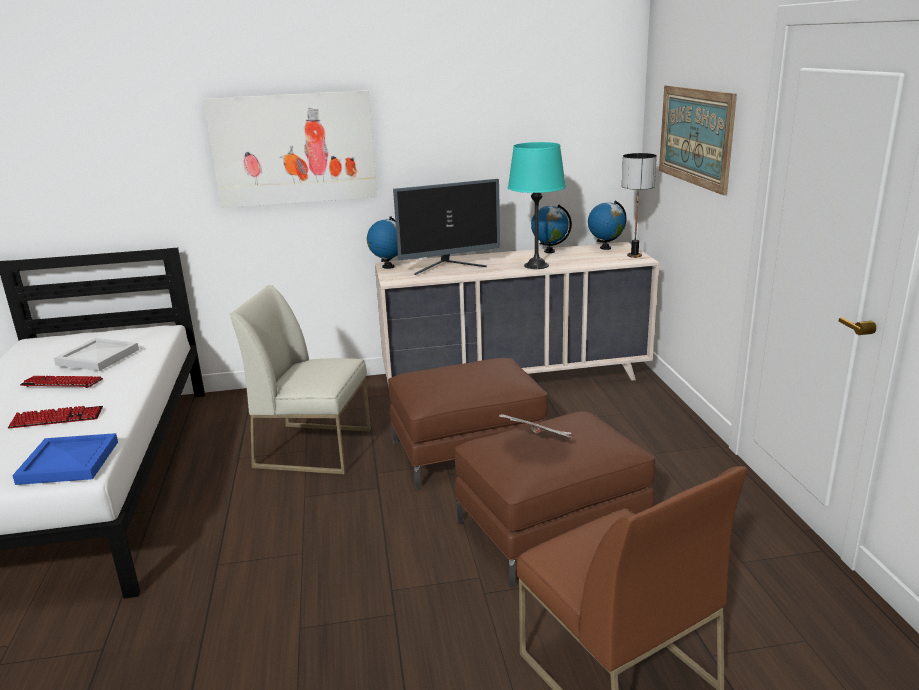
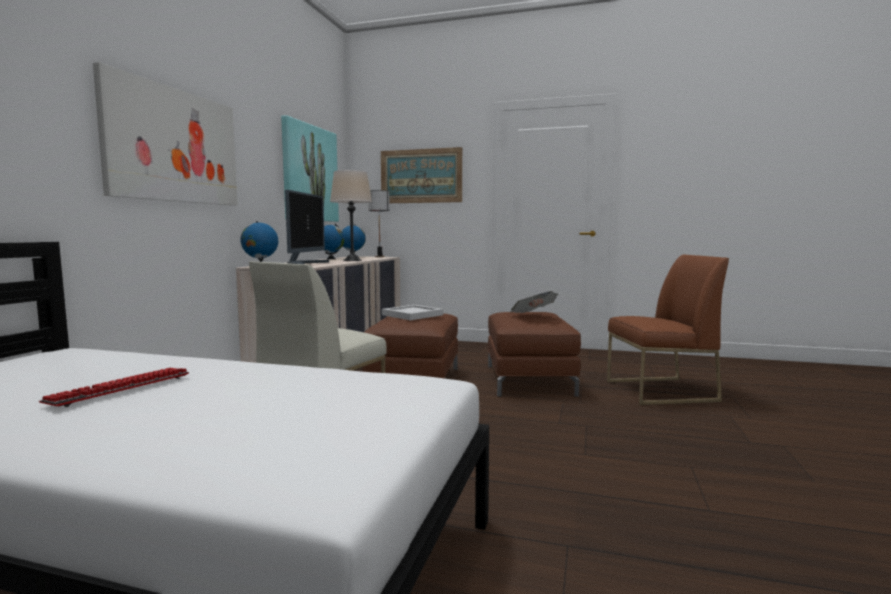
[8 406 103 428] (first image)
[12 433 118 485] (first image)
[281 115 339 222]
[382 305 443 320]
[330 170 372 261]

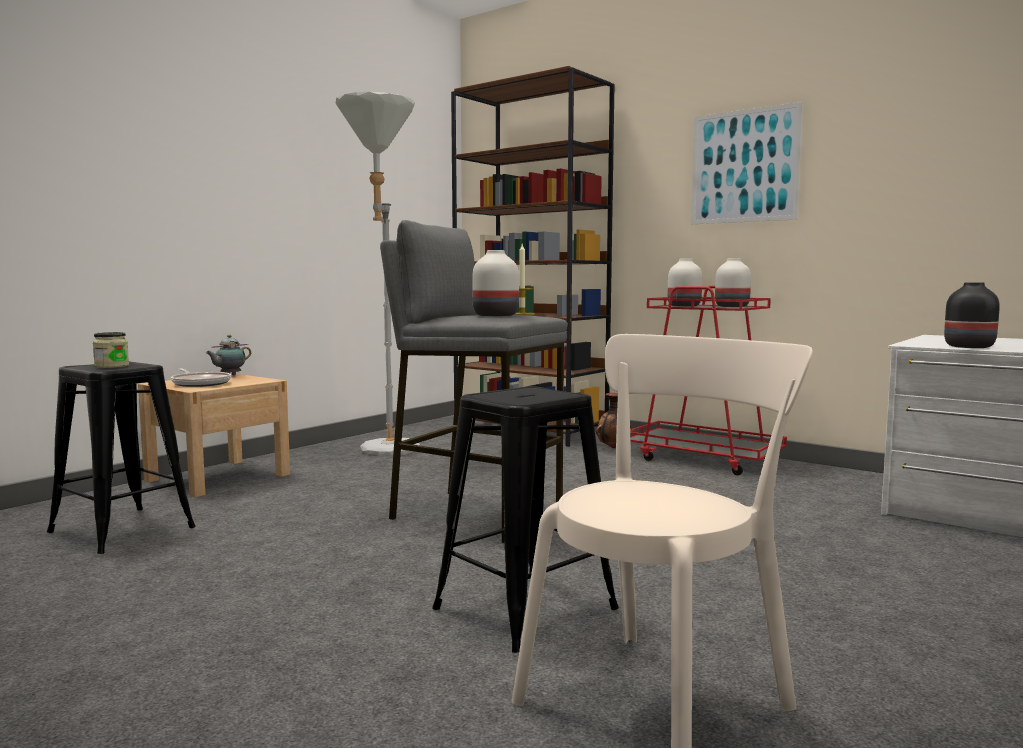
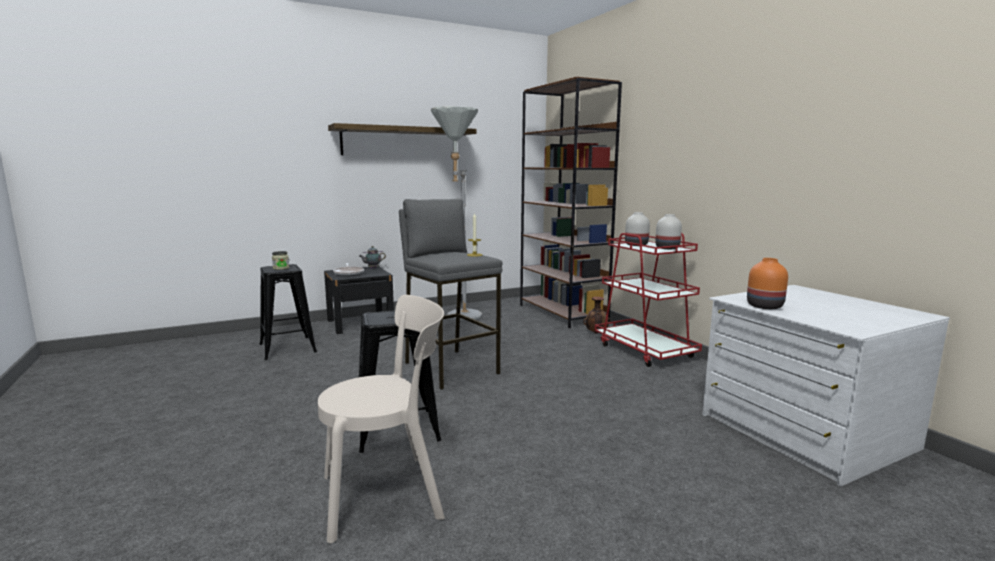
[472 250 519 317] (first image)
[691 102 803 224] (first image)
[328 123 477 155]
[324 266 394 334]
[747 258 788 309]

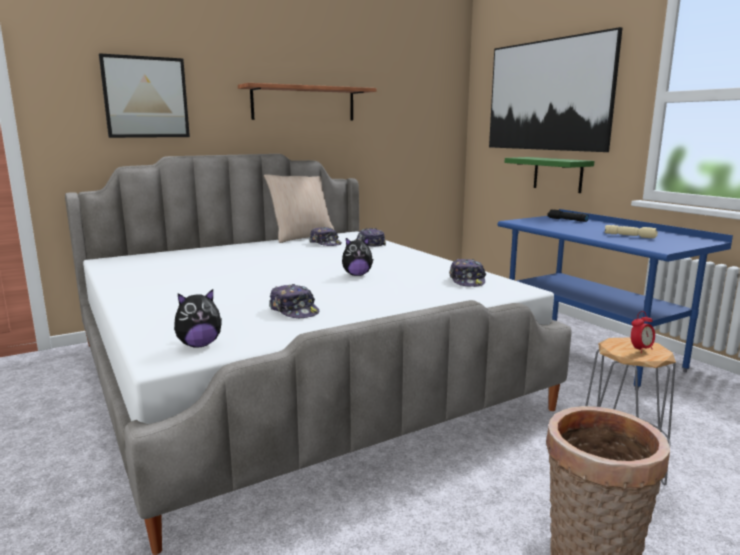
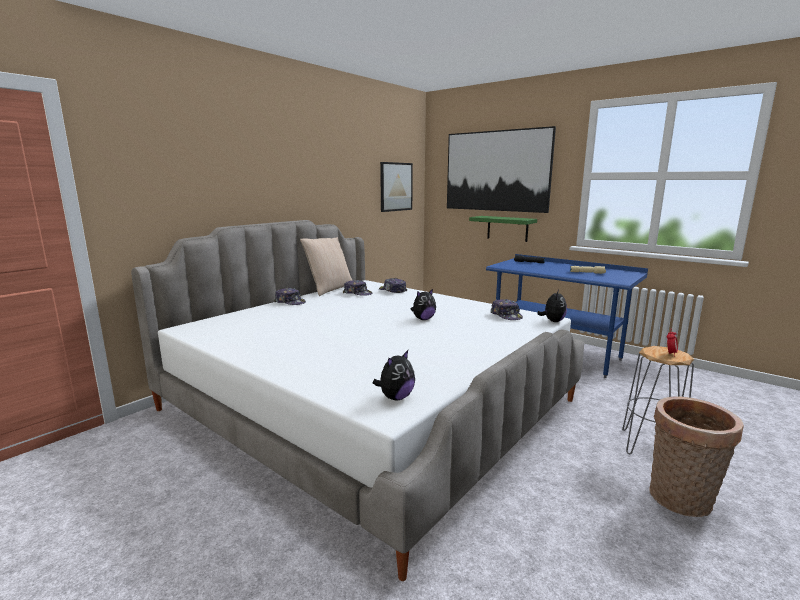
[238 83 376 121] (first image)
[537 290 567 322]
[380 162 413 212]
[274 288 306 305]

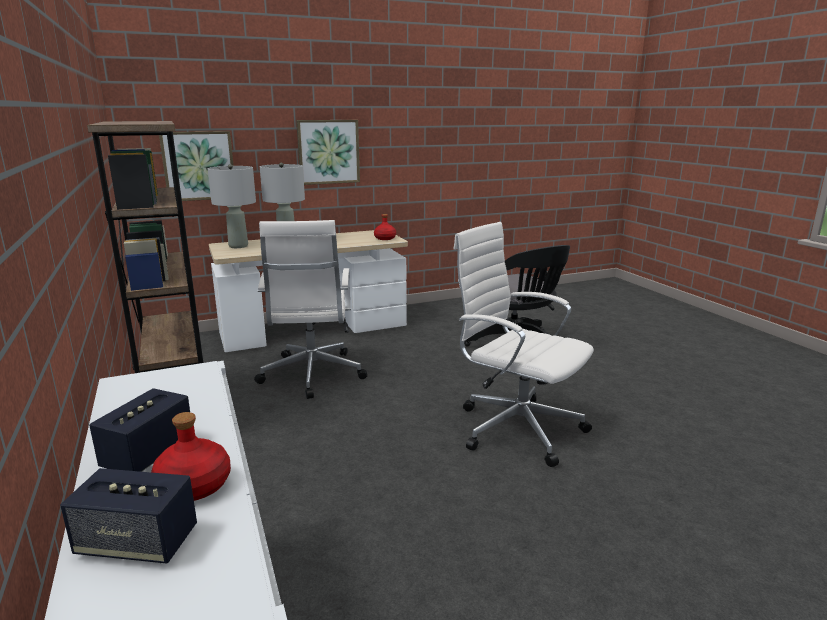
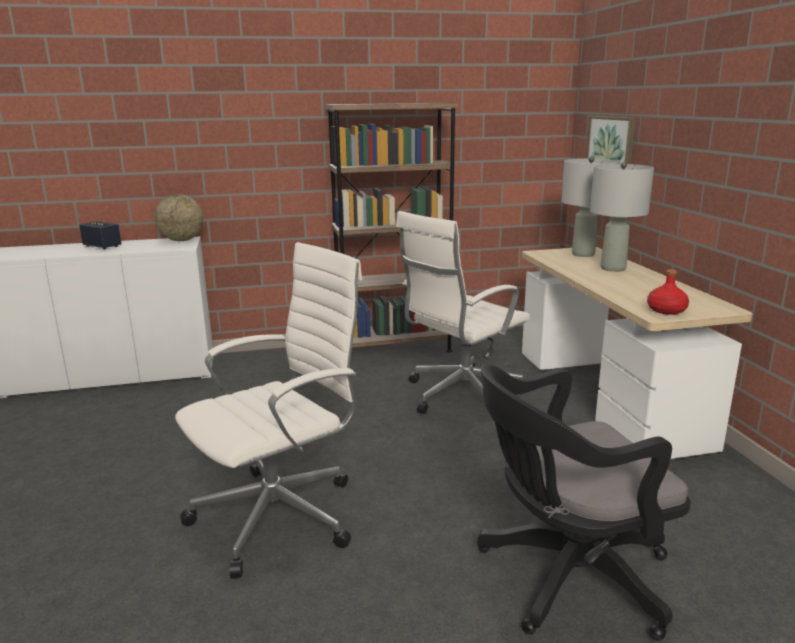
[60 468 197 564] (first image)
[151 412 231 501] (first image)
[296 120 360 185] (first image)
[154 194 203 241]
[396 211 530 419]

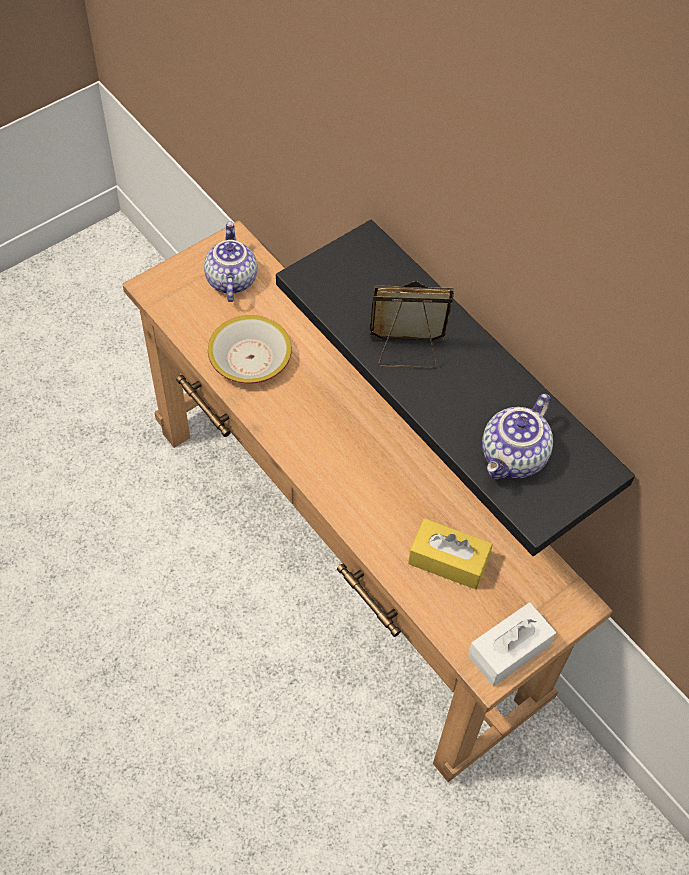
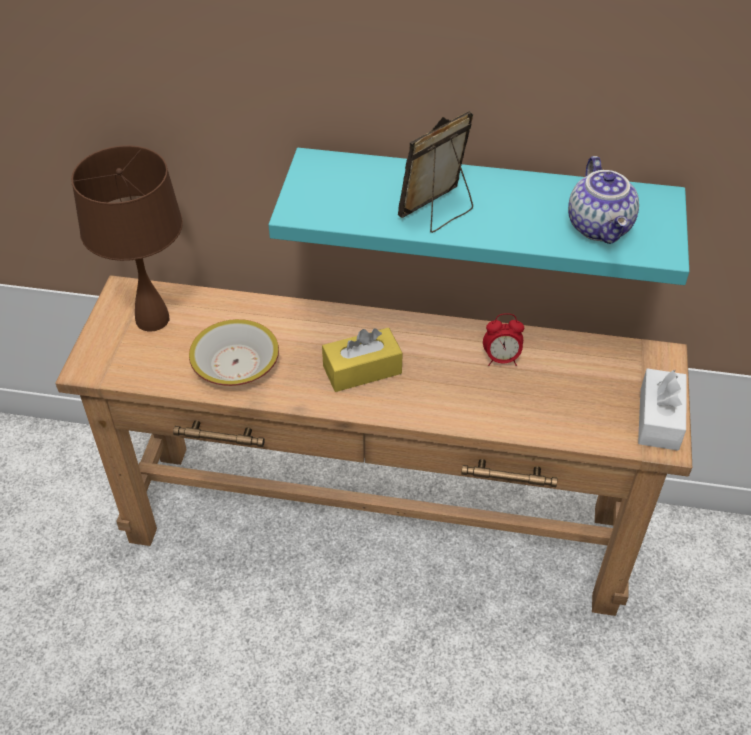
[483 313 524 366]
[322 328 403 392]
[71 145 183 332]
[268 148 689 285]

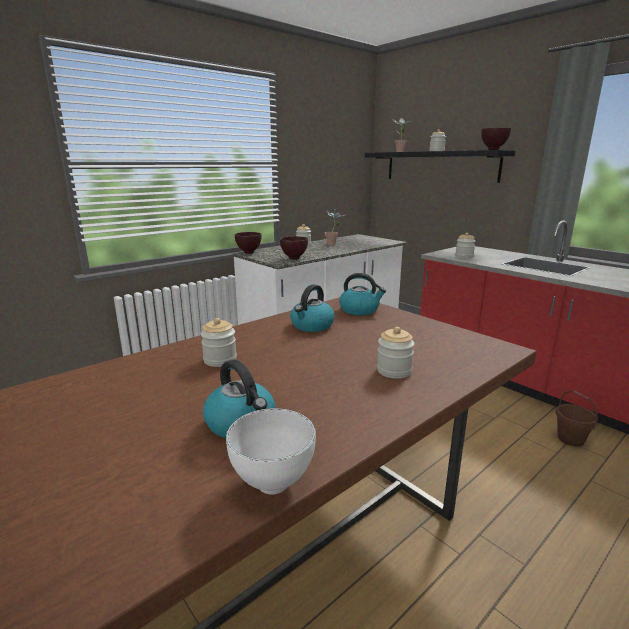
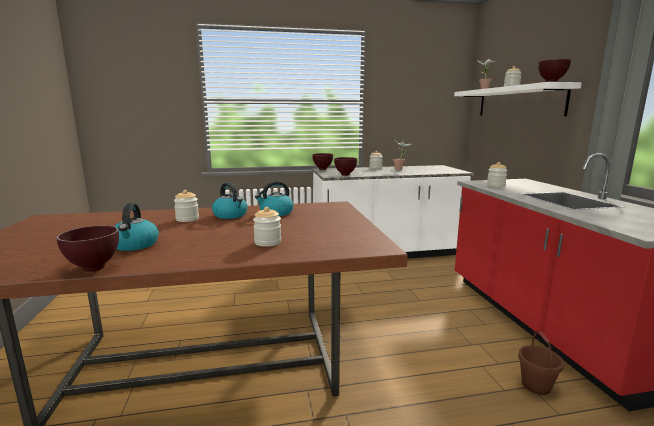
[212 183 248 219]
[56 225 119 272]
[454 82 582 116]

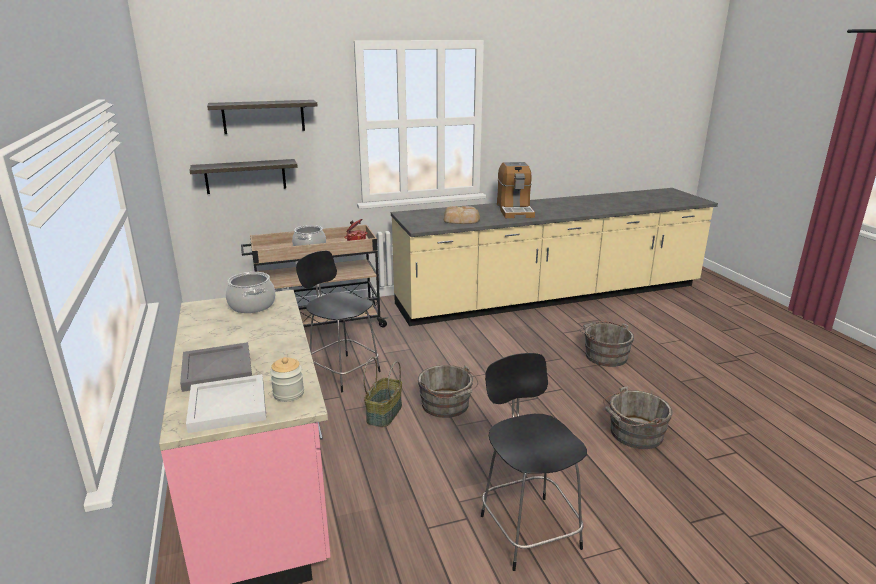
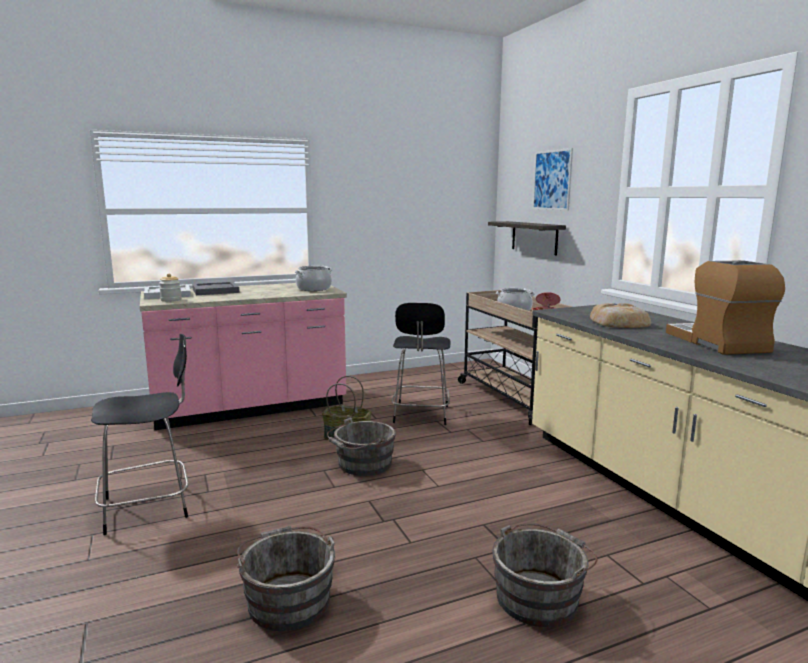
[532 148 573 210]
[391 303 451 425]
[666 260 785 355]

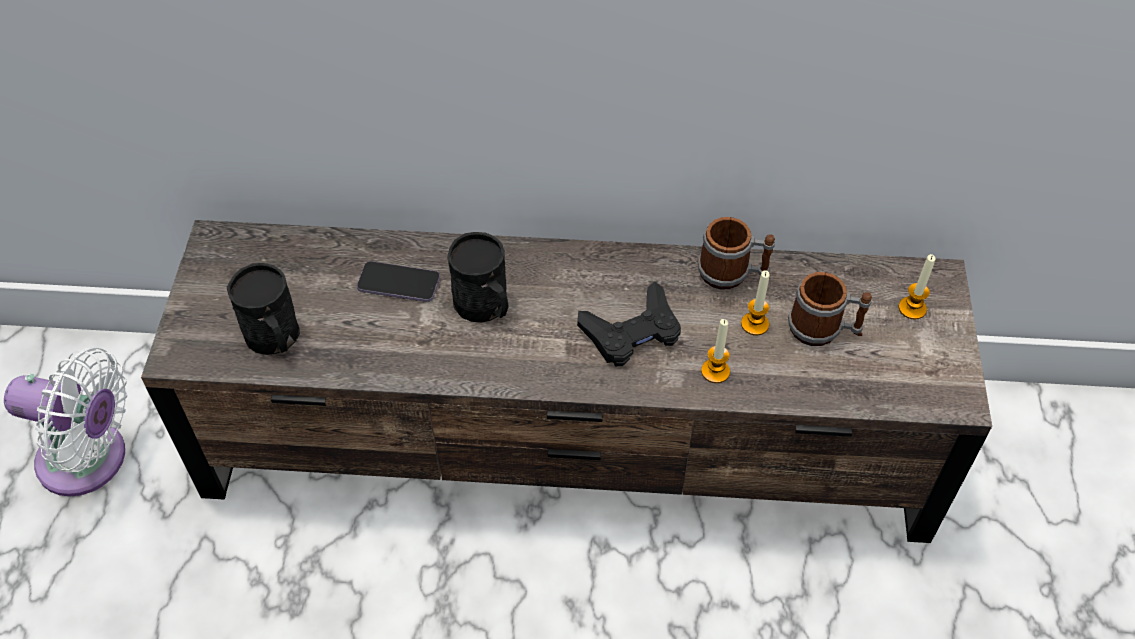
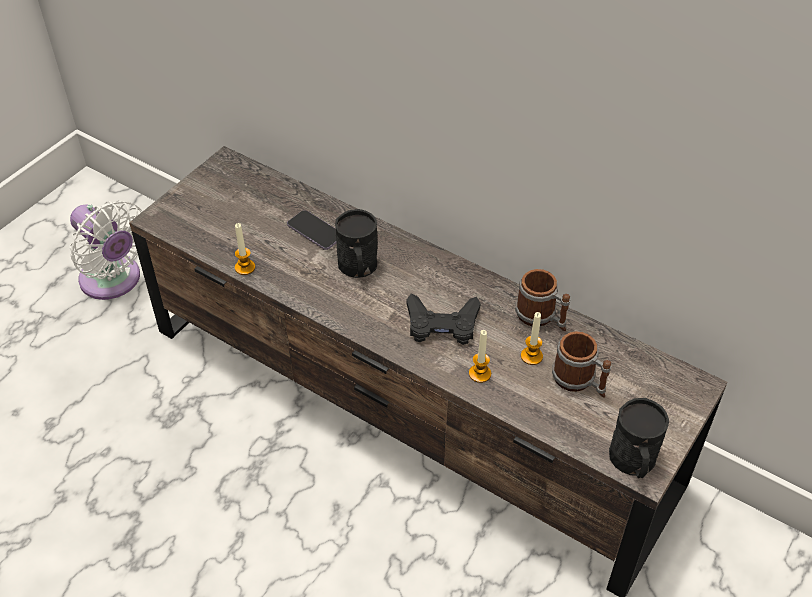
[609 398 669 478]
[235 223 255 275]

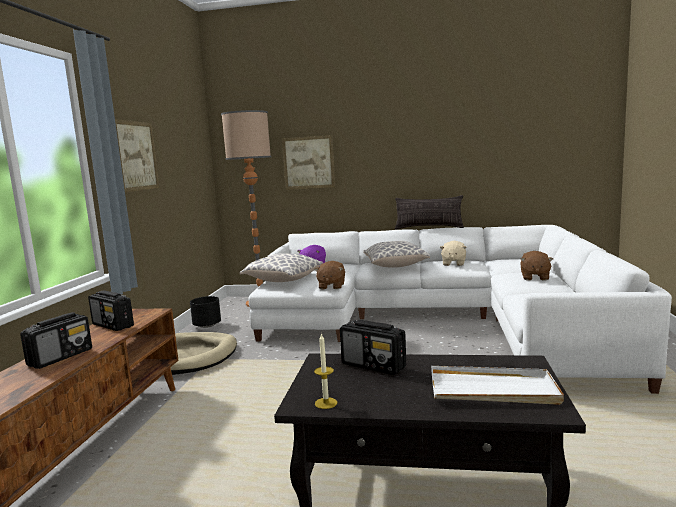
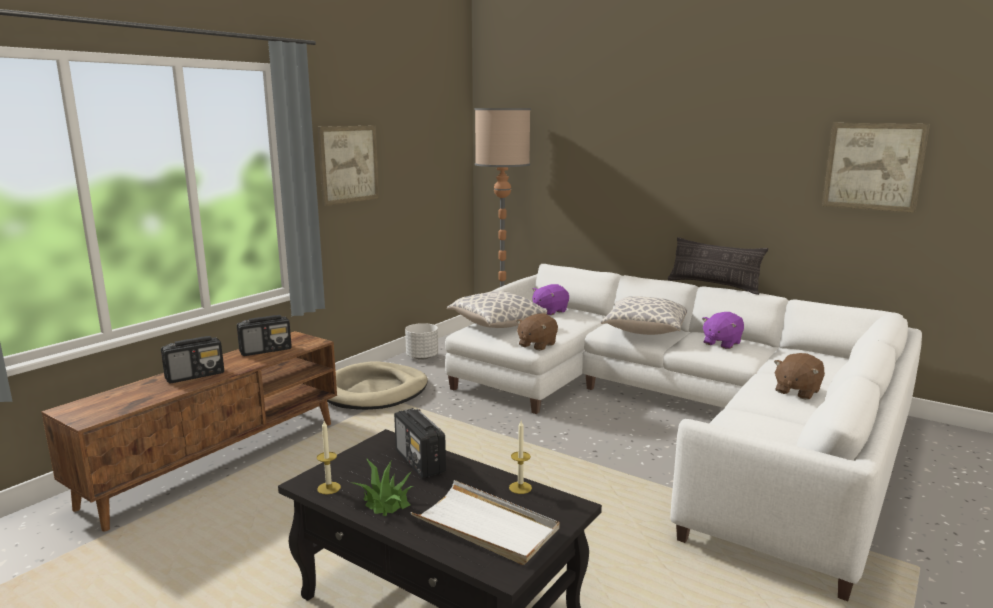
[353 459 413 516]
[509 421 532 494]
[822 123 930 213]
[405 323 438 360]
[702 312 744 349]
[237 315 292 356]

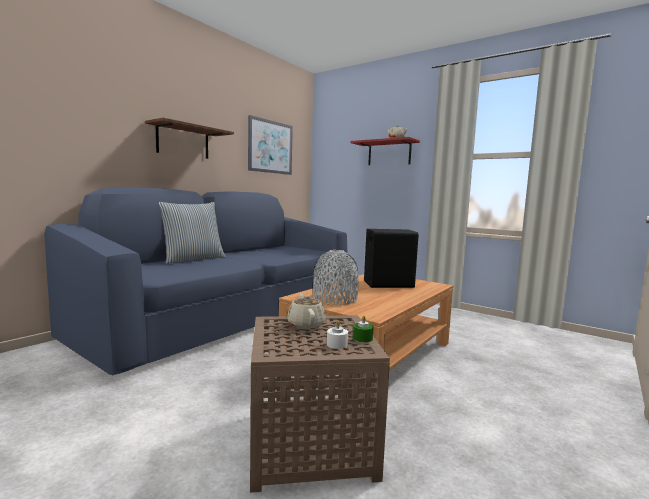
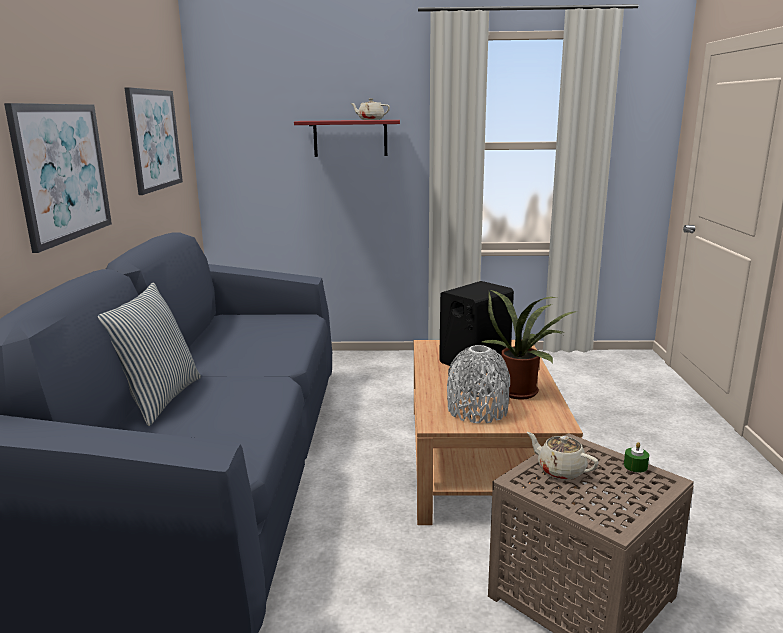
[327 320 348 349] (first image)
[482 290 578 400]
[4 103 112 253]

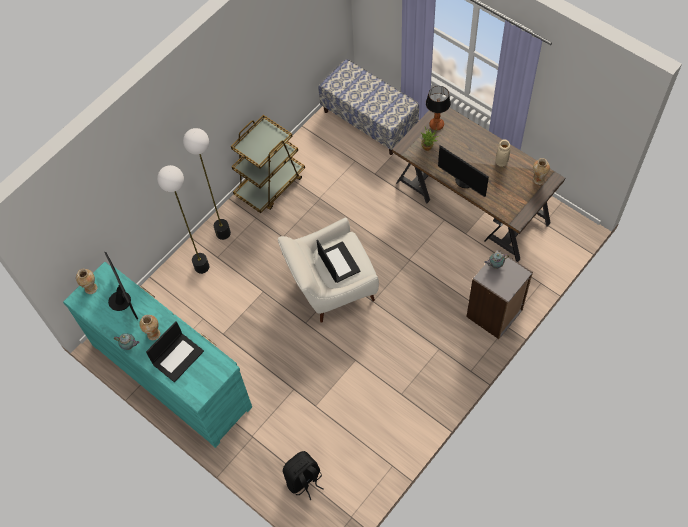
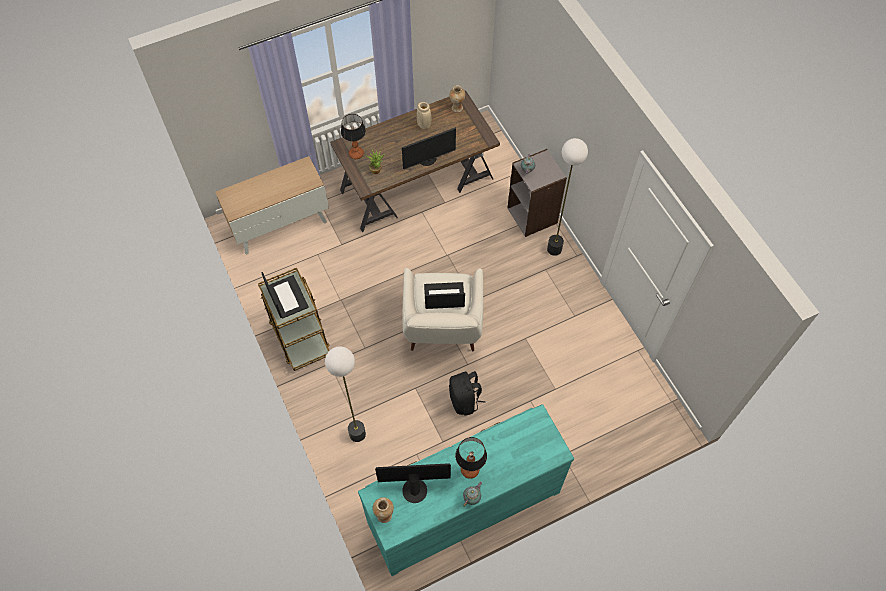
[261 272 309 319]
[547 138 588 256]
[449 371 486 416]
[455 437 487 479]
[215 156 329 255]

